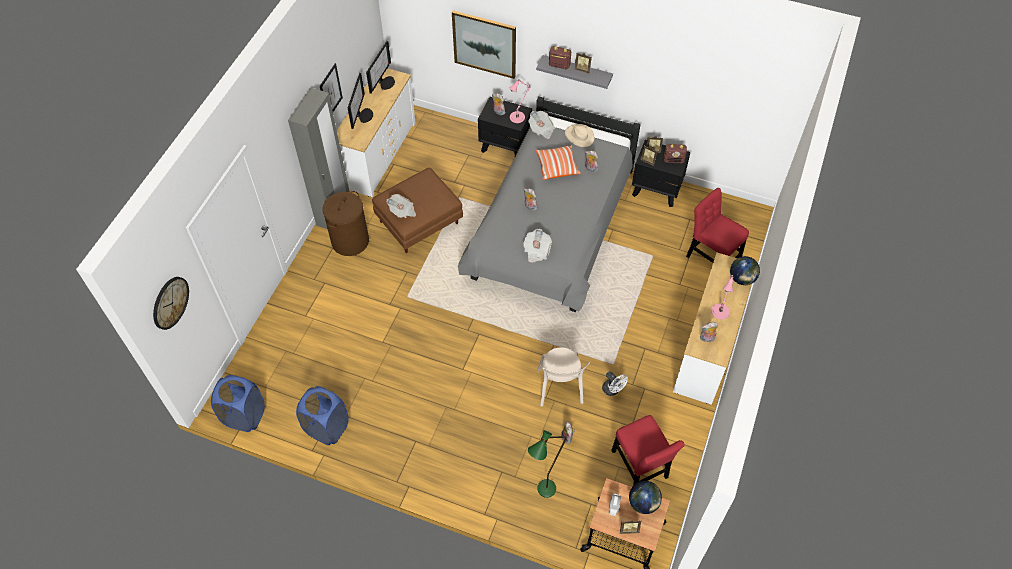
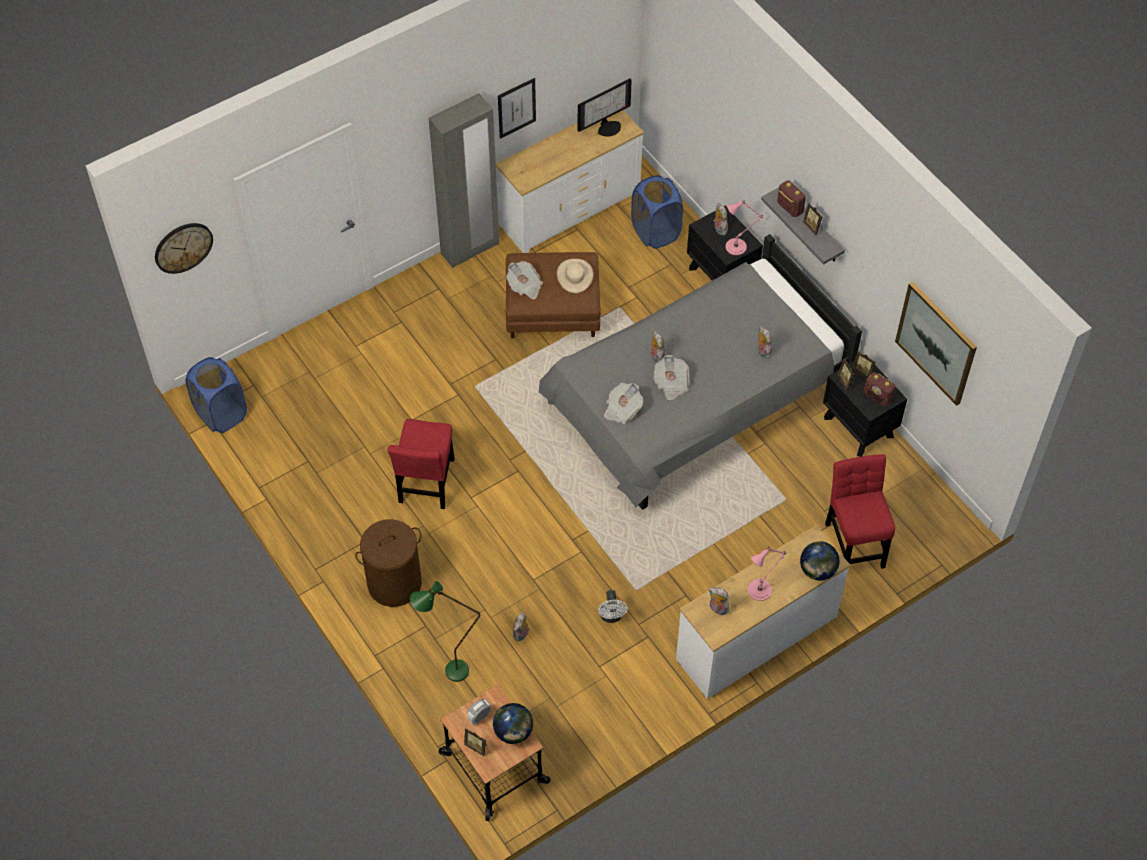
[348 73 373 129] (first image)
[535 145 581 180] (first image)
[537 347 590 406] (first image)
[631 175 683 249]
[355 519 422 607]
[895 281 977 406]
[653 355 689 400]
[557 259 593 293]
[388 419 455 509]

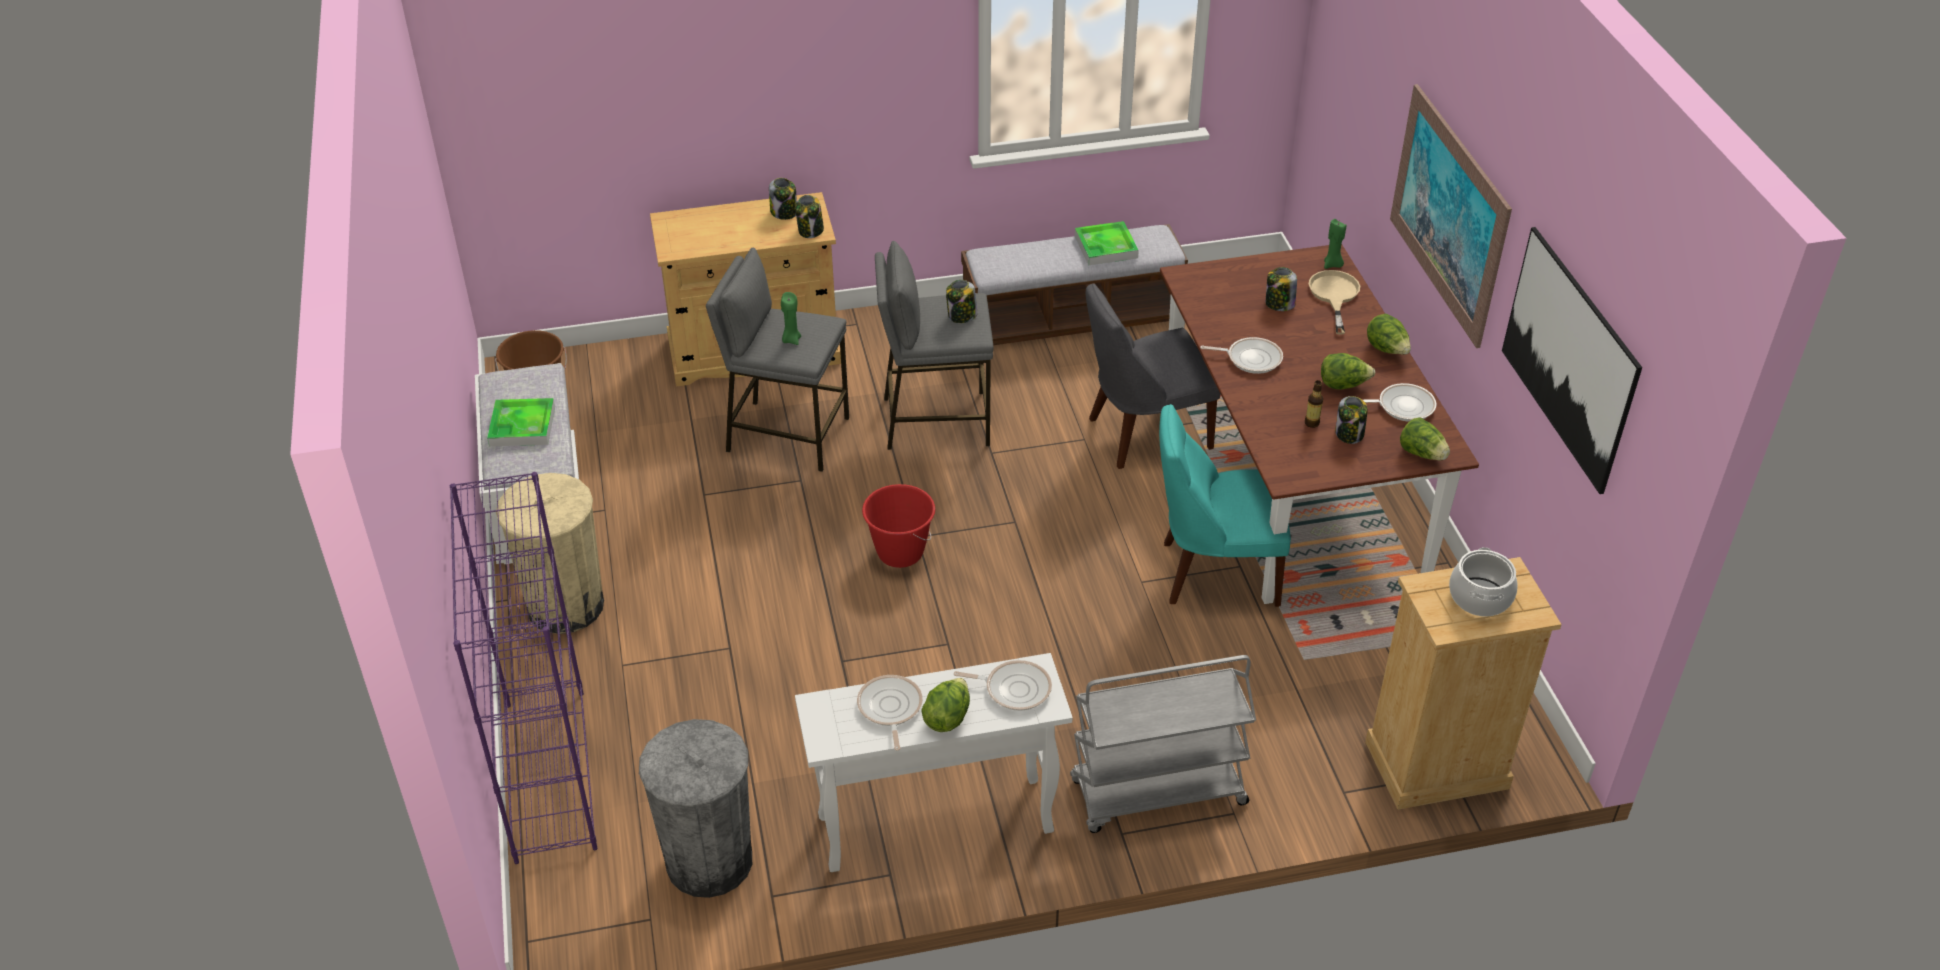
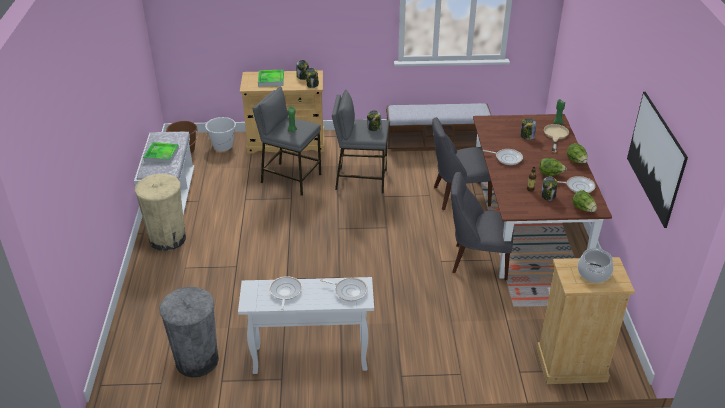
[450 472 598 864] (first image)
[862 484 935 568] (first image)
[921 678 970 732] (first image)
[1070 655 1256 833] (first image)
[1390 84 1512 348] (first image)
[205 117 236 151]
[258 70 284 87]
[451 172 514 280]

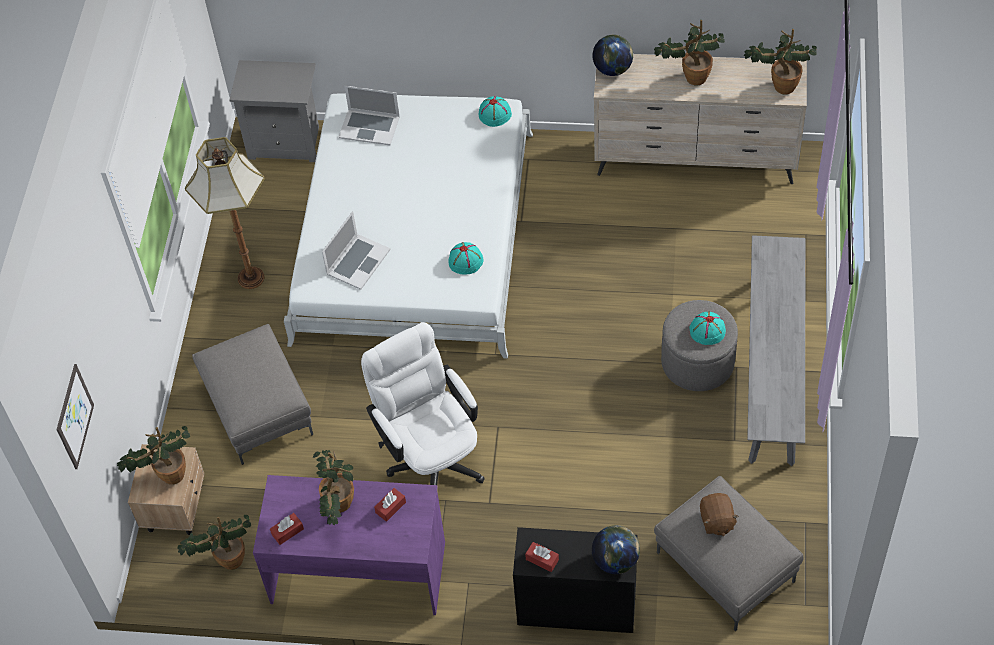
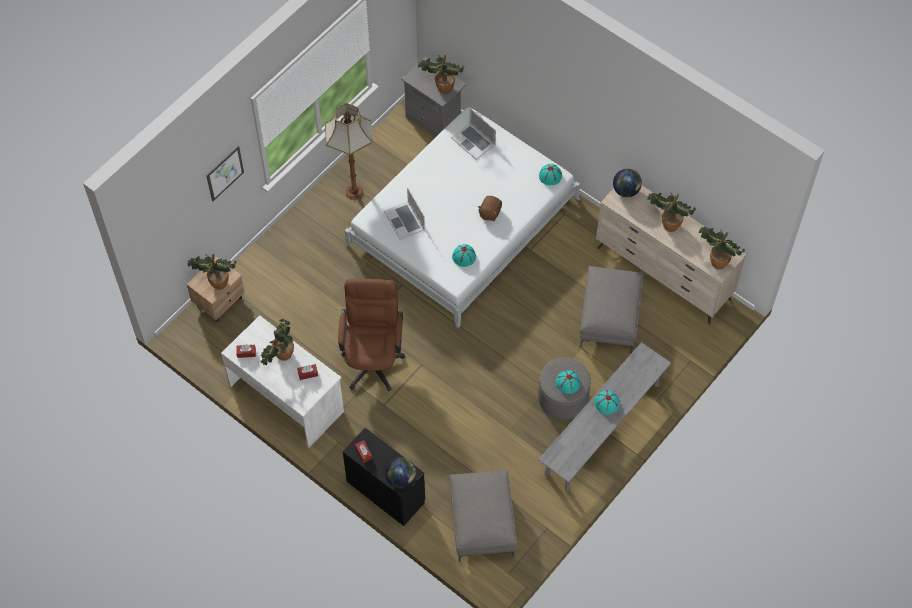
[594 390 619 414]
[206 146 244 201]
[418 55 464 94]
[580 266 644 353]
[478 196 502 221]
[221 315 344 448]
[338 279 405 391]
[384 187 425 240]

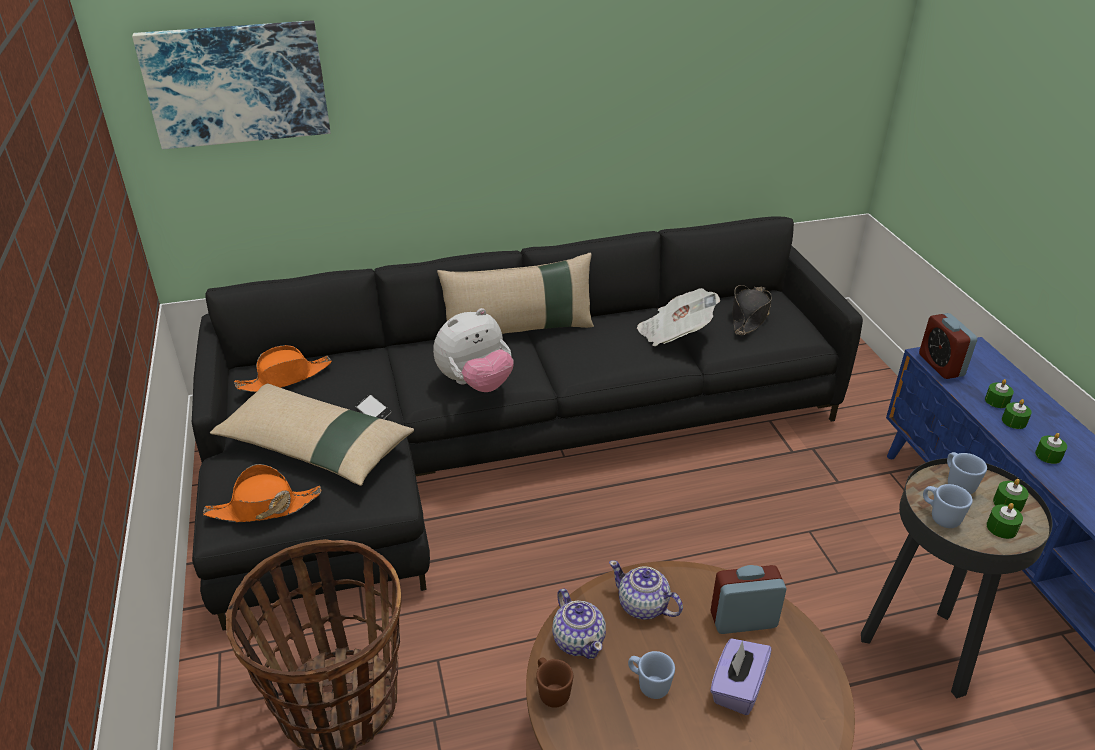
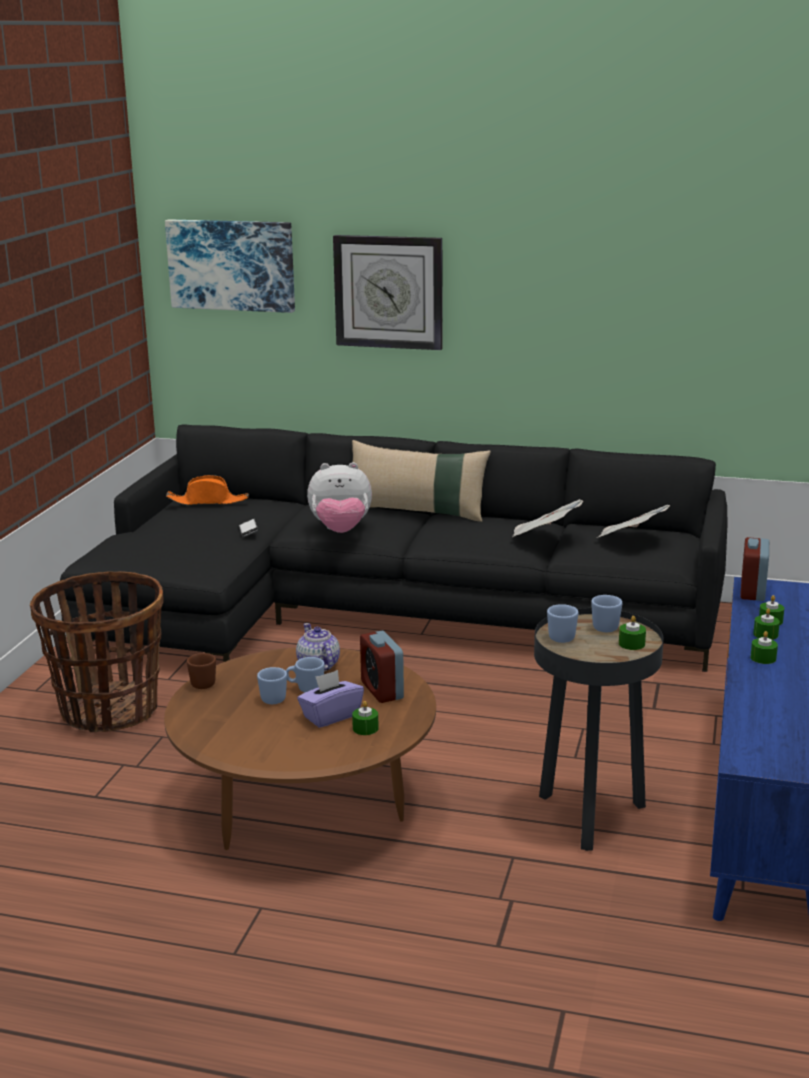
[203 464 321 522] (first image)
[210 383 414 486] (first image)
[552 589 606 659] (first image)
[286 657 325 693]
[333 235 443 350]
[352 701 379 735]
[597 505 670 538]
[360 631 404 703]

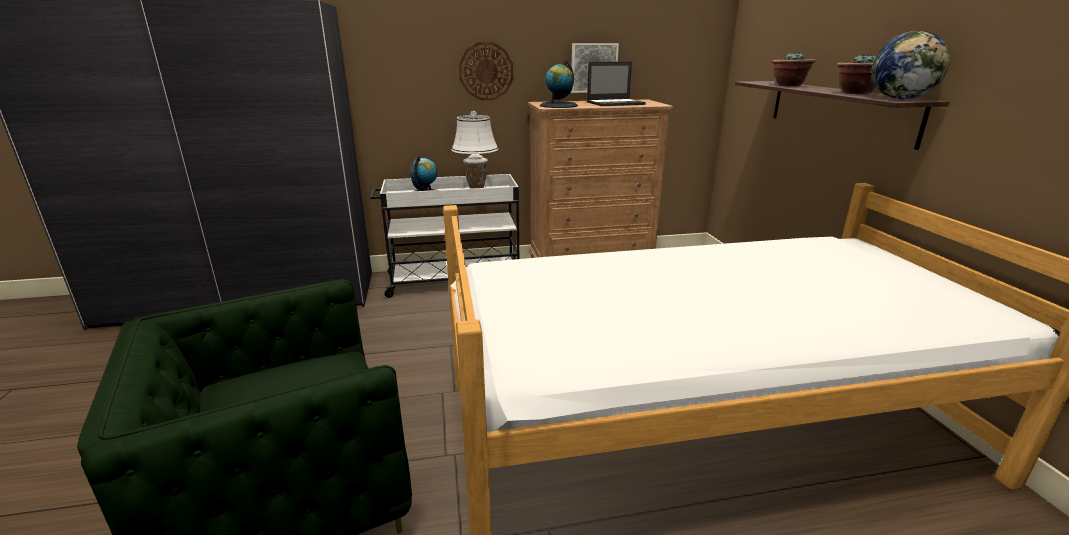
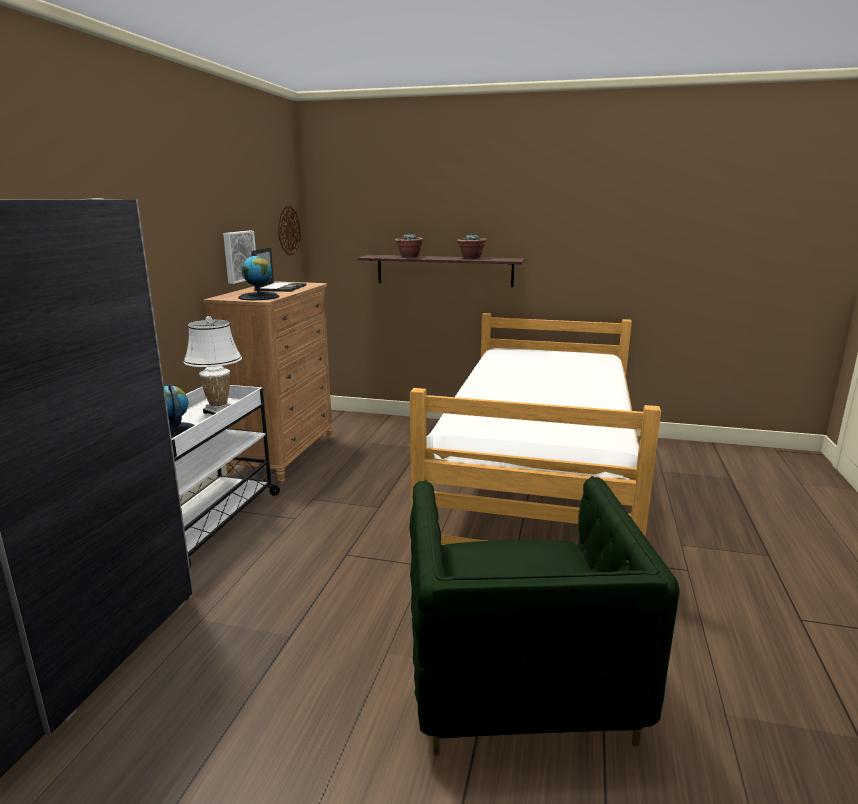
[872 31 950 99] (first image)
[278 206 301 256]

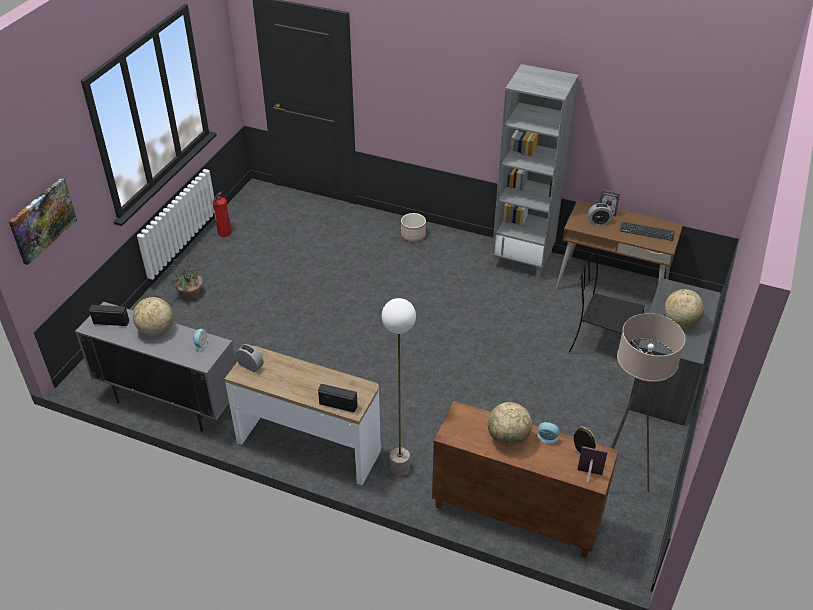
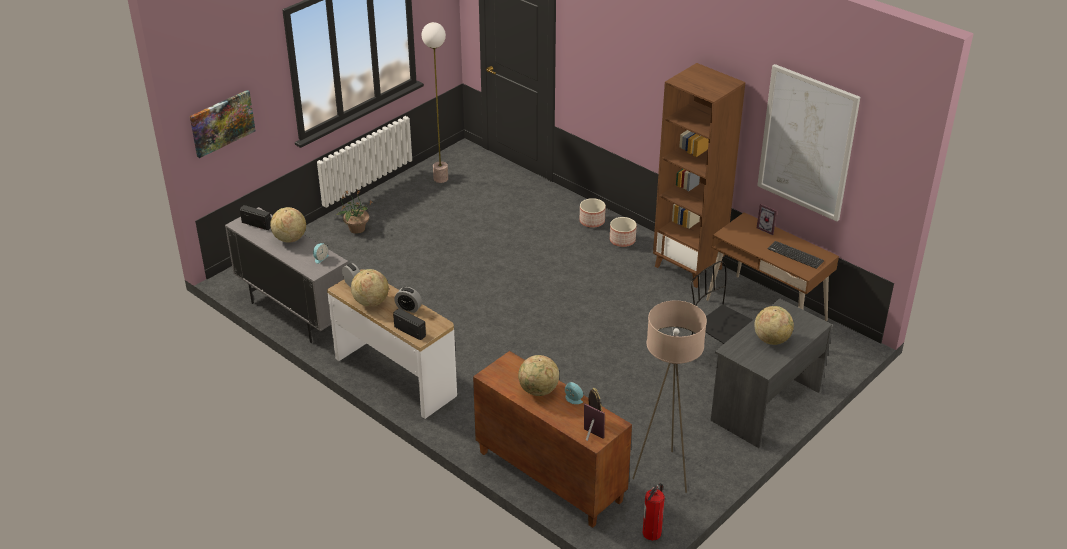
[351 269 389 307]
[610 217 637 247]
[757 64 860 221]
[643 483 665 541]
[422 22 448 183]
[394 287 422 313]
[653 63 746 288]

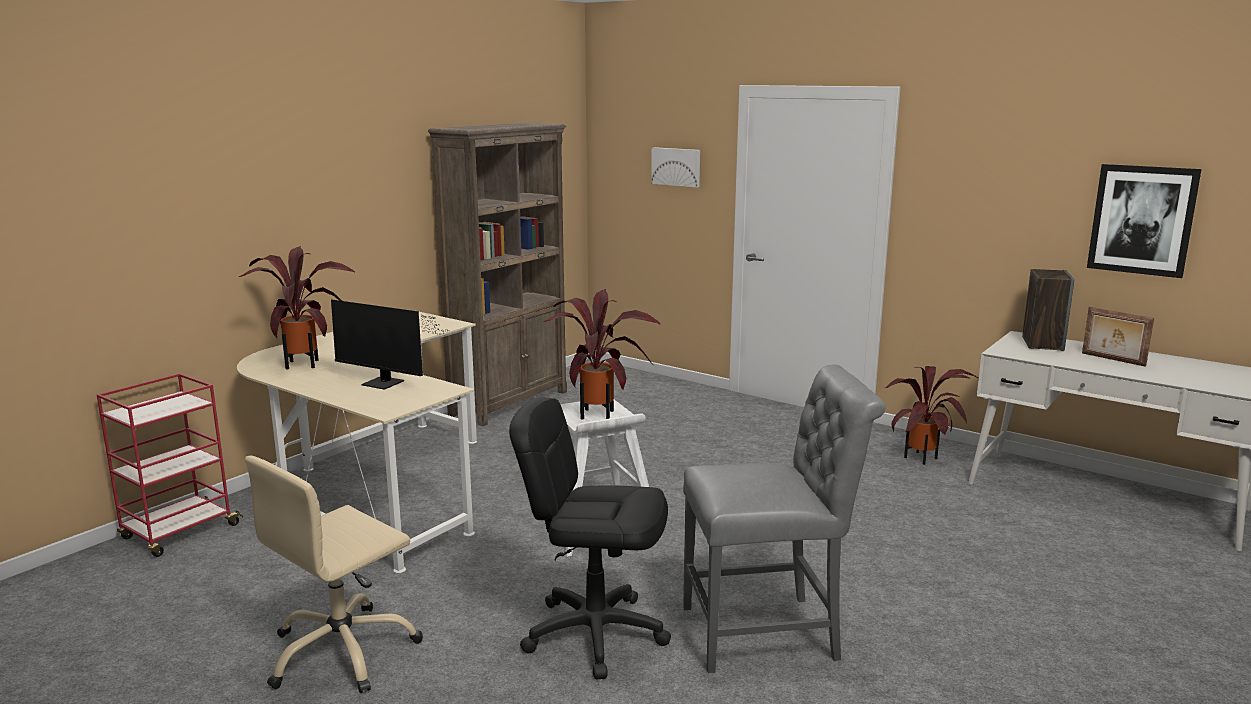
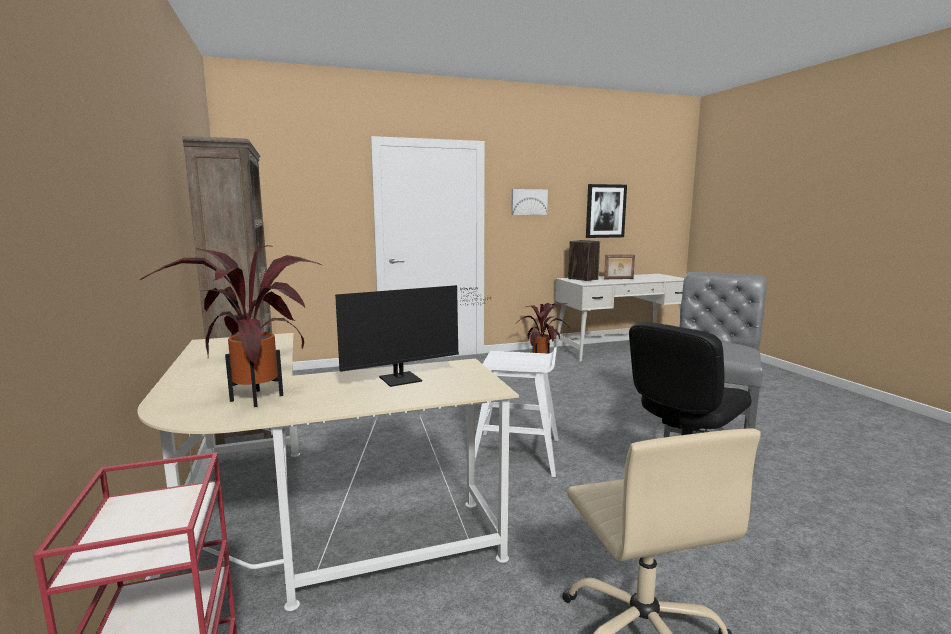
[543 289 661 420] (first image)
[511 189 548 215]

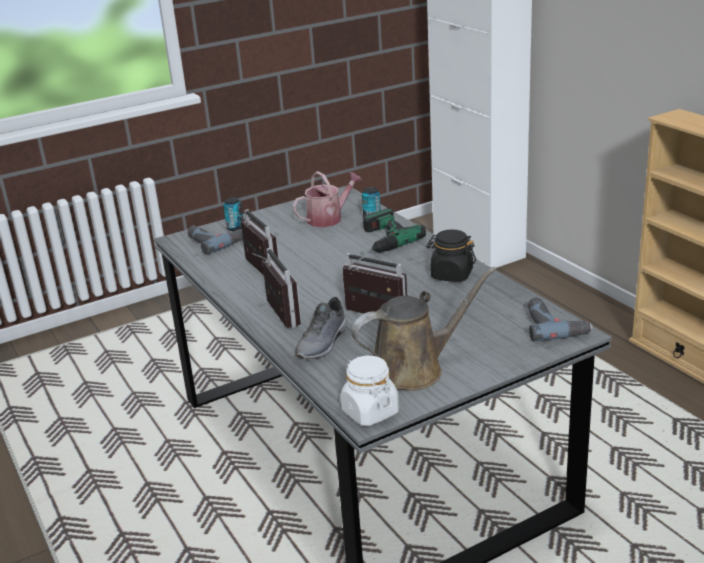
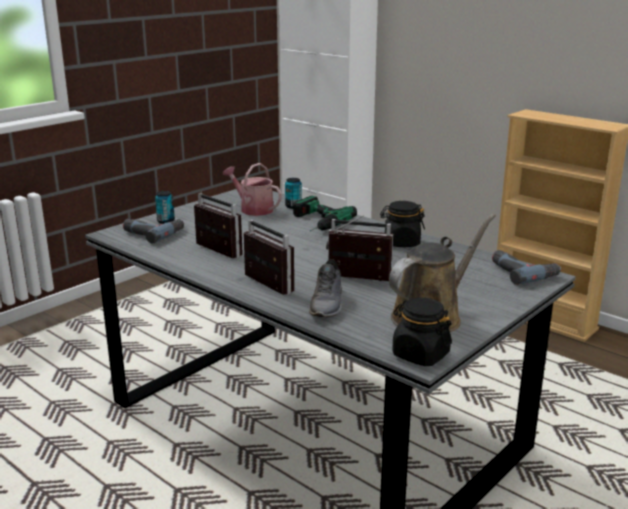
[392 297 452 366]
[222 163 282 216]

